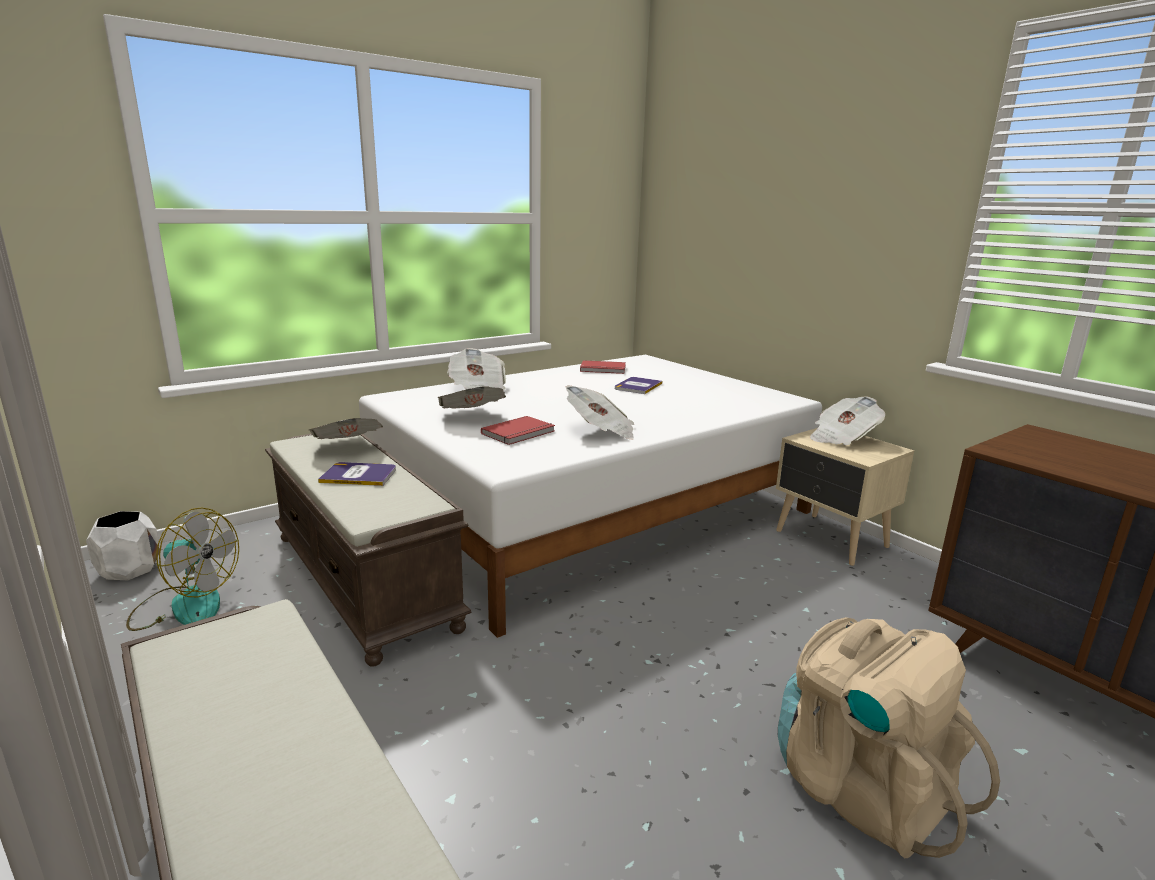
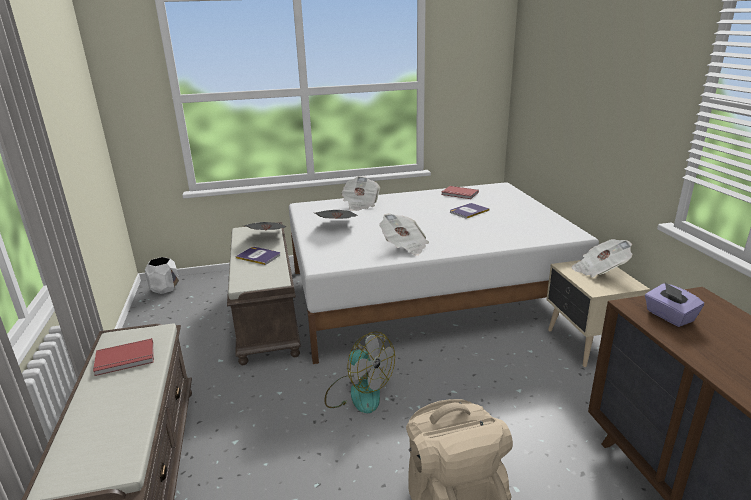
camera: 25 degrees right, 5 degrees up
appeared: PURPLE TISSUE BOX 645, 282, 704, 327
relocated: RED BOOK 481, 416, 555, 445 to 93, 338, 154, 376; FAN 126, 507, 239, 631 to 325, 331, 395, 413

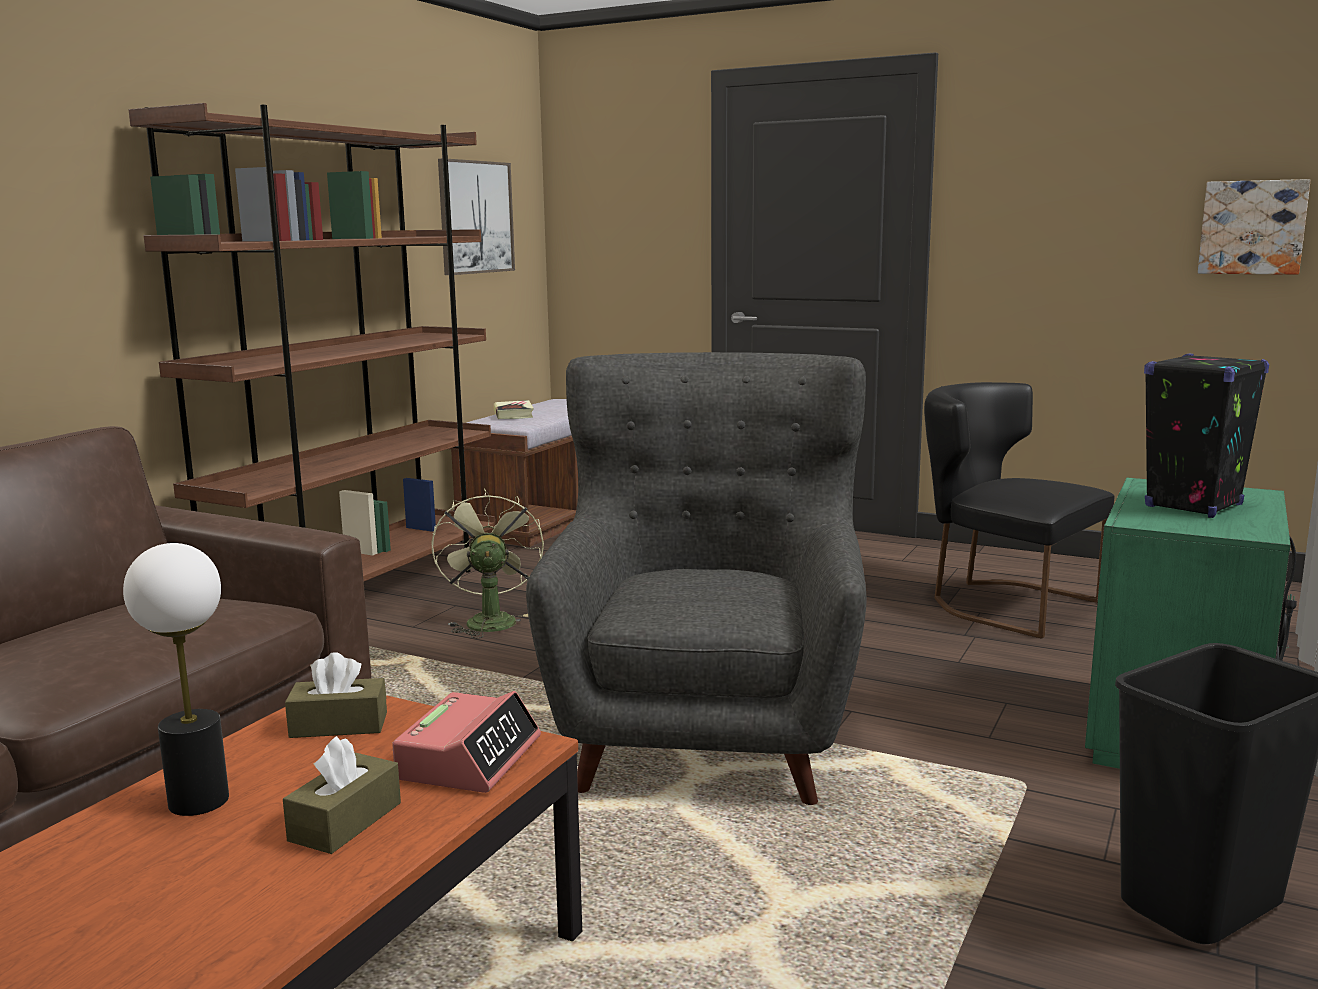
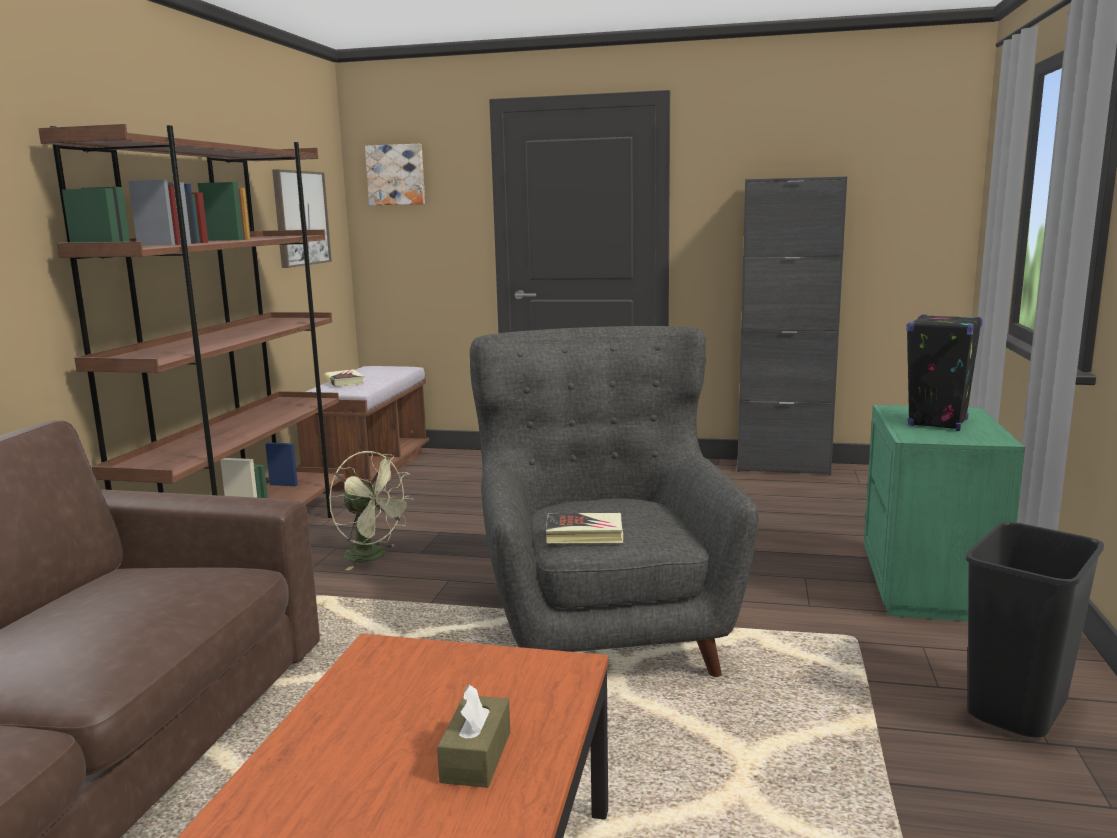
camera: 15 degrees left, 0 degrees up
missing: TABLE LAMP 123, 543, 229, 816; BROWN TISSUE BOX 285, 652, 387, 738; ALARM CLOCK 392, 691, 541, 793; BLACK CHAIR 924, 382, 1114, 638
appeared: BOOK 546, 513, 623, 543; BLACK CABINET 737, 176, 847, 475
relocated: PICTURE 1198, 179, 1311, 275 to 365, 144, 425, 205
spun: GREEN FAN 432, 489, 544, 639 = 329, 451, 414, 570 150 degrees clockwise

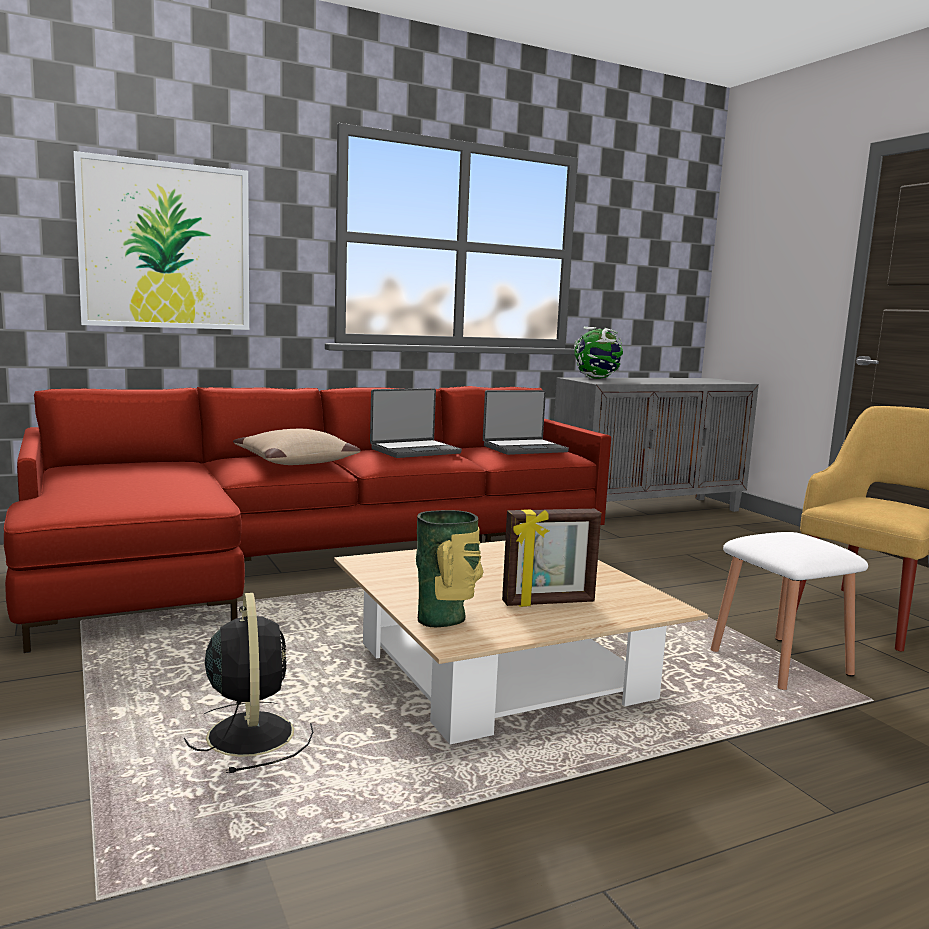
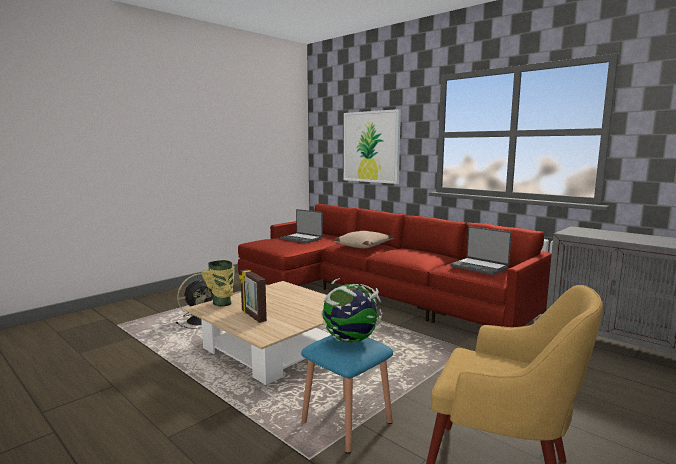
camera: 70 degrees right, 0 degrees up
relocated: LAPTOP 370, 388, 462, 458 to 280, 209, 323, 243; GLOBE 574, 327, 623, 379 to 321, 278, 382, 343
colour: WHITE STOOL 711, 532, 868, 690 to BLUE STOOL 301, 335, 393, 454

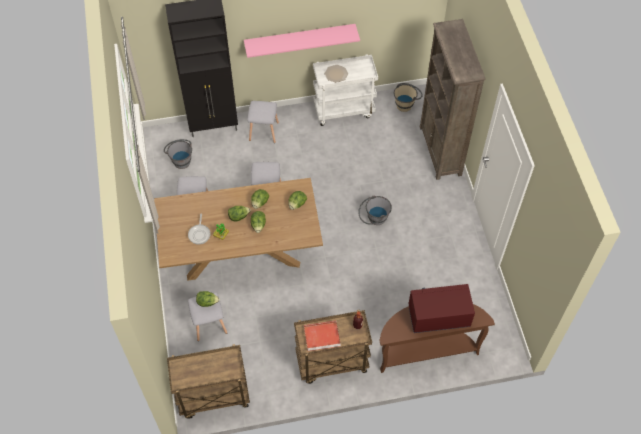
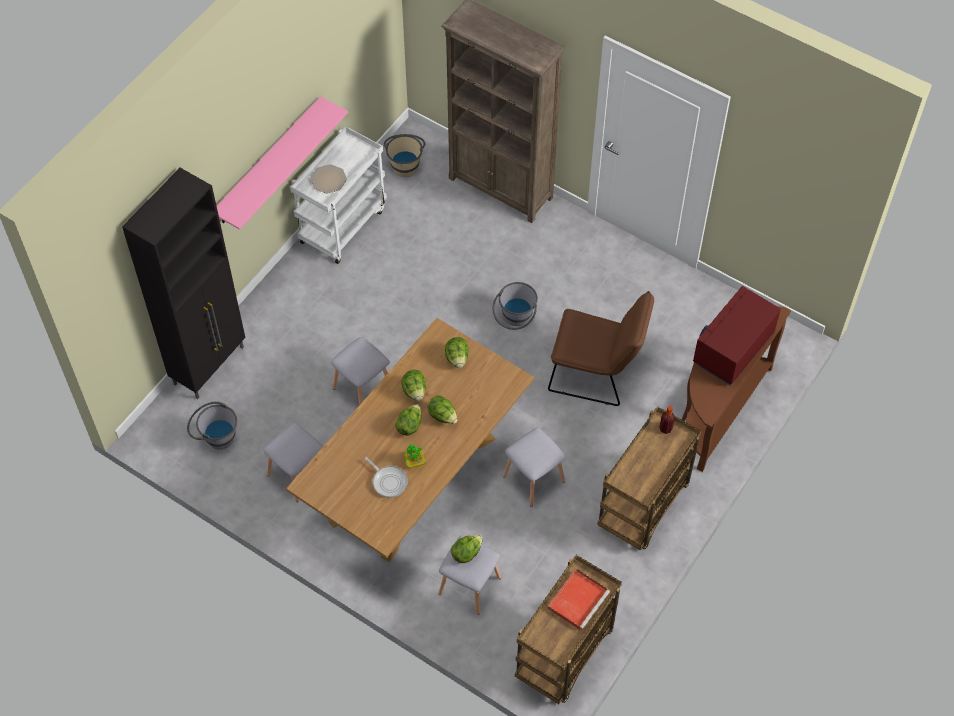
camera: 45 degrees left, 0 degrees up
appeared: BROWN CHAIR 548, 291, 654, 406
relocated: GREY STOOL 247, 101, 279, 143 to 503, 428, 566, 507; RED TRAY 304, 321, 341, 351 to 547, 569, 610, 630

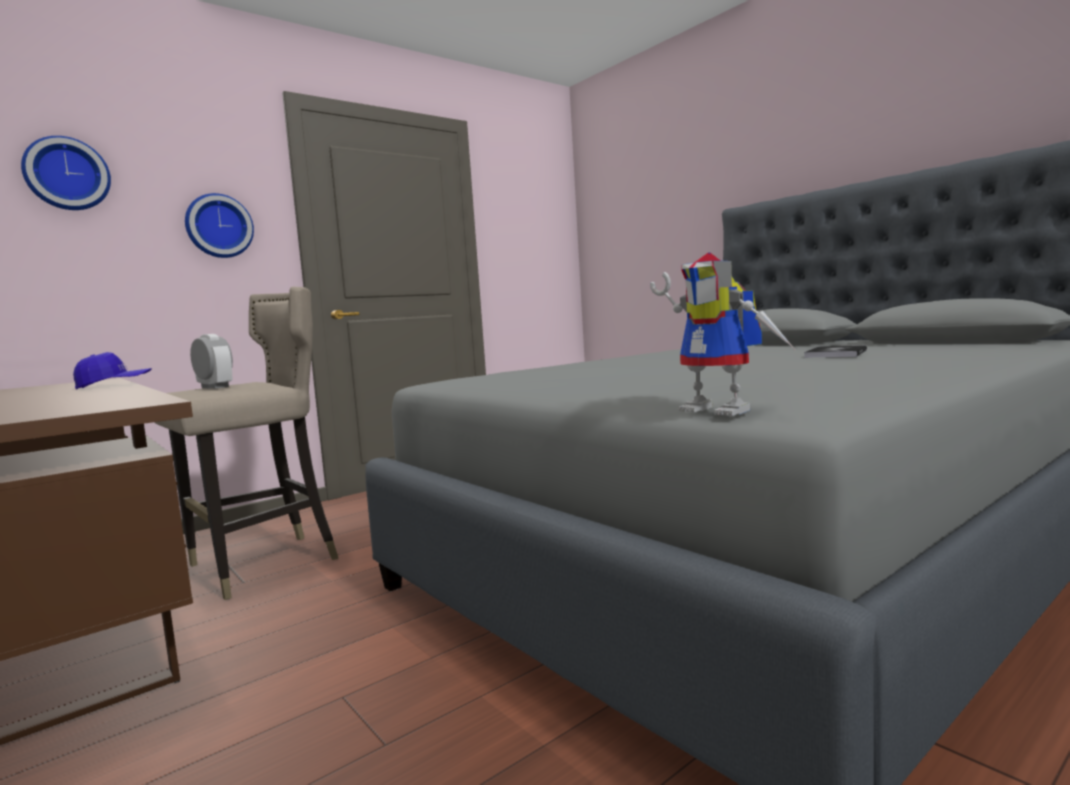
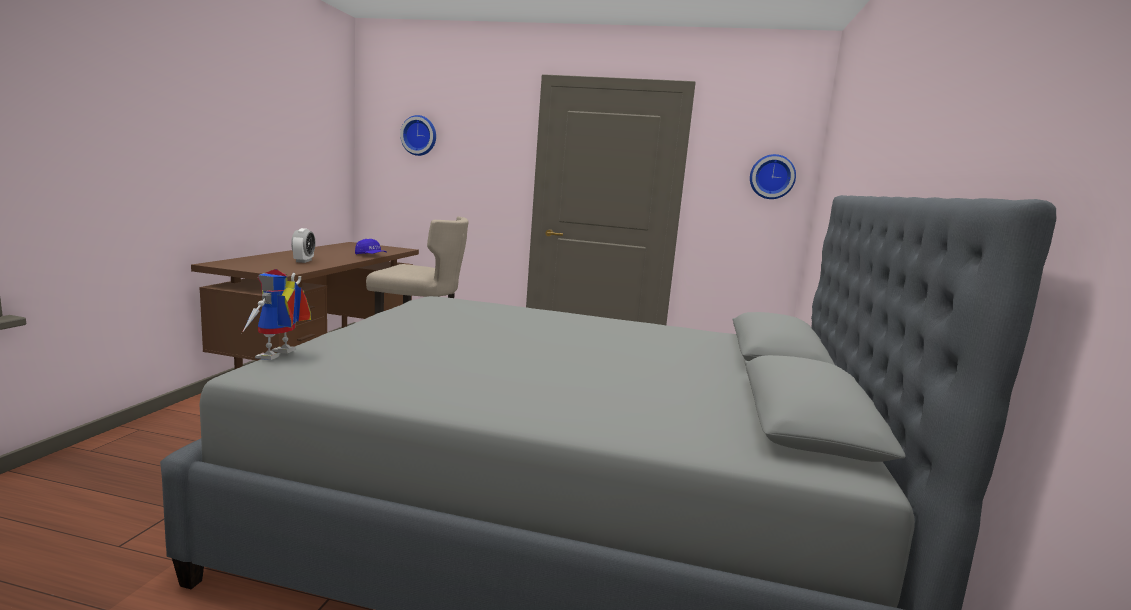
camera: 50 degrees right, 5 degrees up
missing: BOOK 804, 345, 867, 358
relocated: ALARM CLOCK 190, 334, 233, 389 to 291, 228, 316, 263; WALL CLOCK 185, 193, 254, 258 to 750, 154, 796, 199

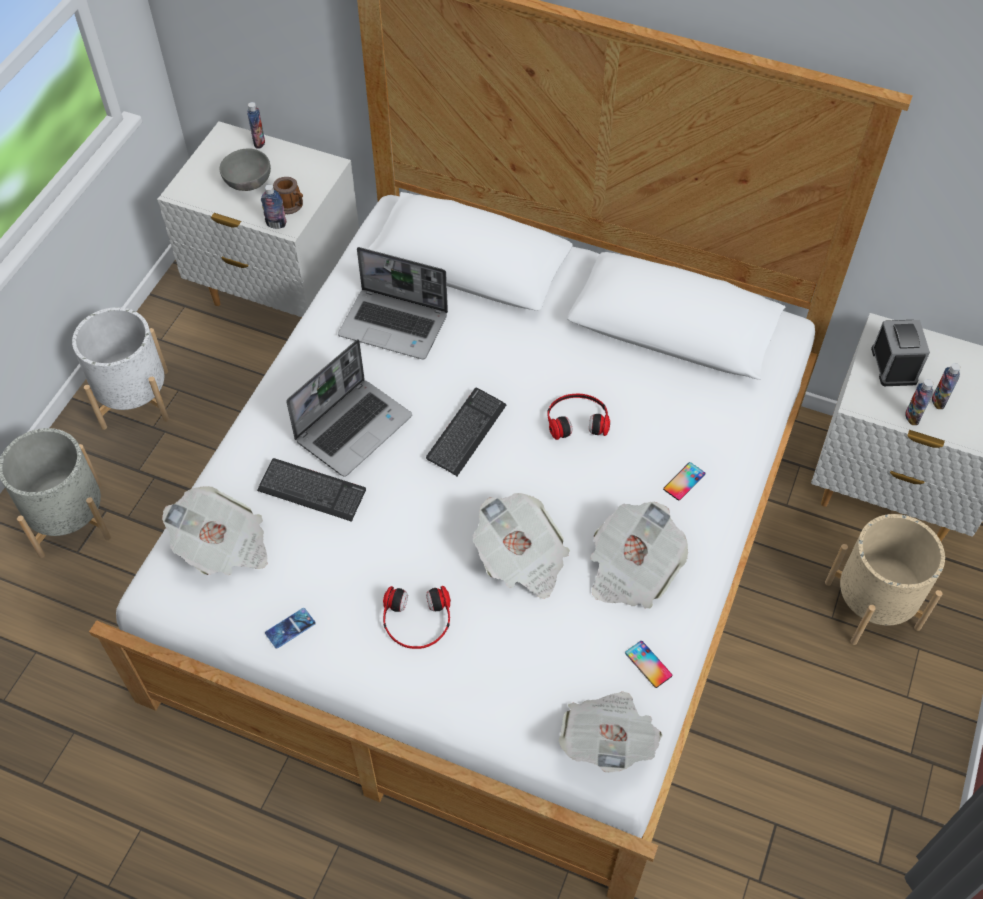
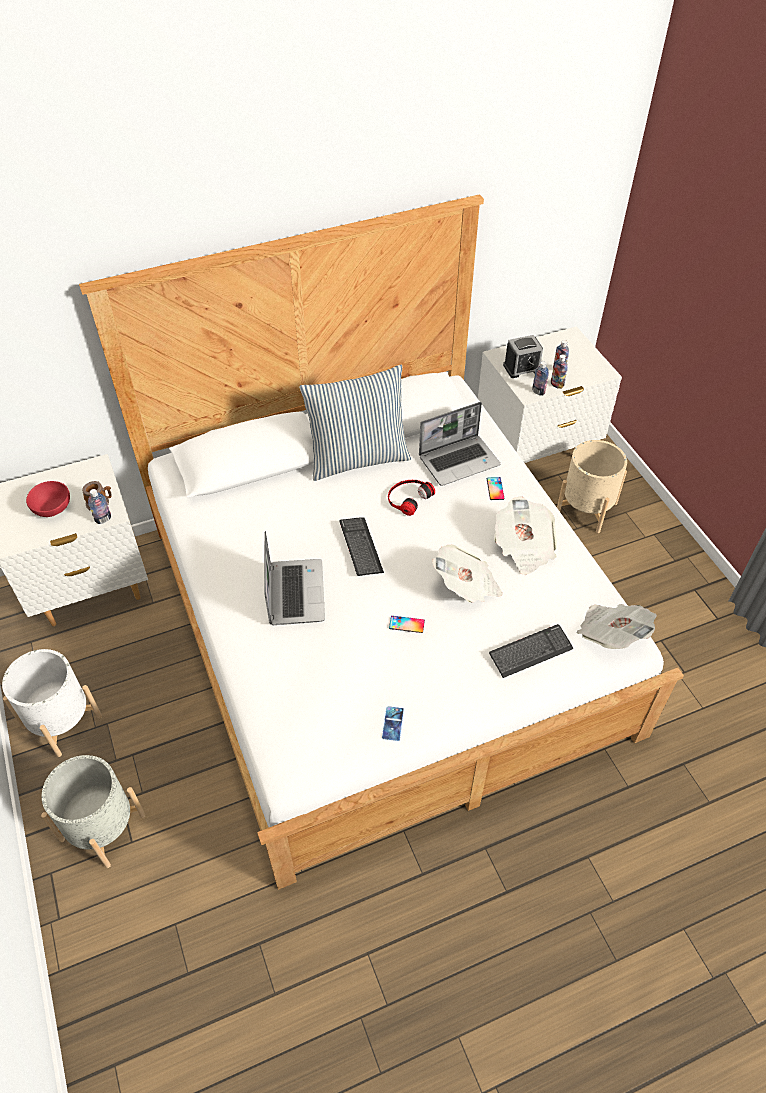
camera: 45 degrees left, 5 degrees down
missing: NEWSPAPER 162, 486, 268, 575; HEADPHONES 383, 586, 451, 649
appeared: PILLOW 299, 365, 411, 481
relocated: PHONE 625, 641, 672, 688 to 389, 616, 425, 633; LAPTOP 338, 247, 448, 359 to 419, 402, 500, 486; KEYBOARD 257, 458, 366, 522 to 489, 624, 574, 678; BOTTLE 247, 102, 265, 149 to 532, 361, 549, 396
colour: GREY BOWL 220, 149, 271, 191 to RED BOWL 26, 481, 70, 517
spun: ALARM CLOCK 871, 320, 930, 386 = 503, 335, 543, 378 120 degrees clockwise

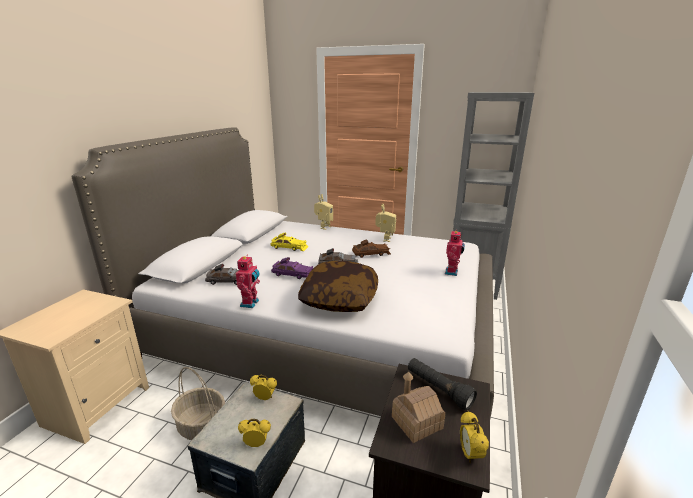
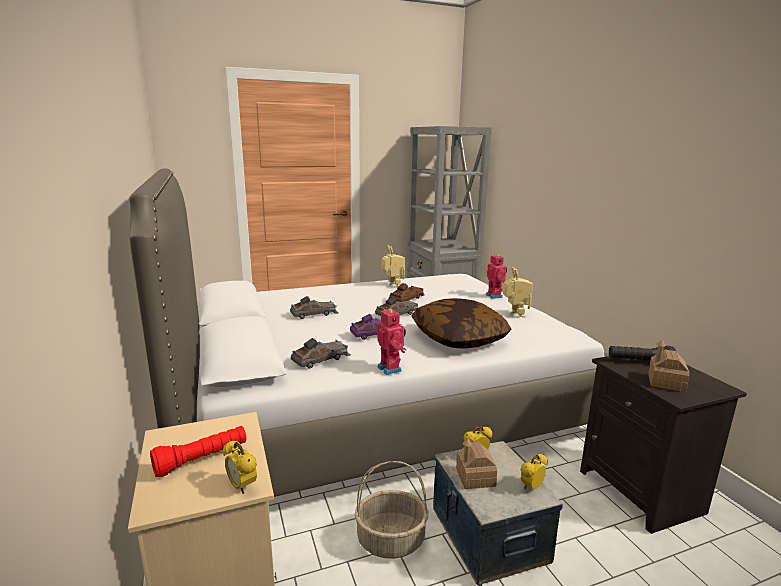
camera: 40 degrees left, 5 degrees down
appeared: RED FLASHLIGHT 150, 426, 246, 477; TOY HOUSE 456, 439, 497, 489
relocated: ALARM CLOCK 460, 411, 489, 463 to 223, 440, 257, 494; TOY ROBOT 314, 194, 333, 230 to 503, 267, 533, 318
colour: YELLOW TOY CAR 271, 233, 309, 251 to GREY TOY CAR 290, 296, 339, 319

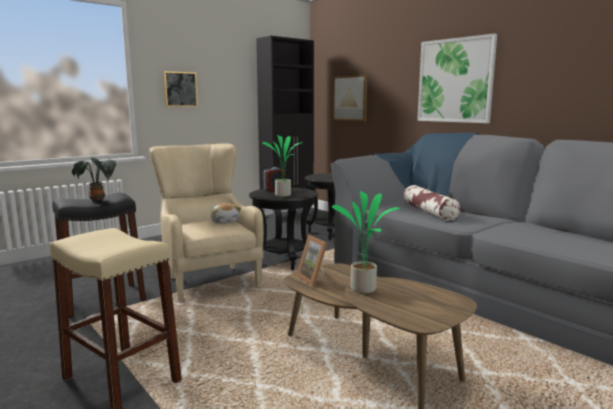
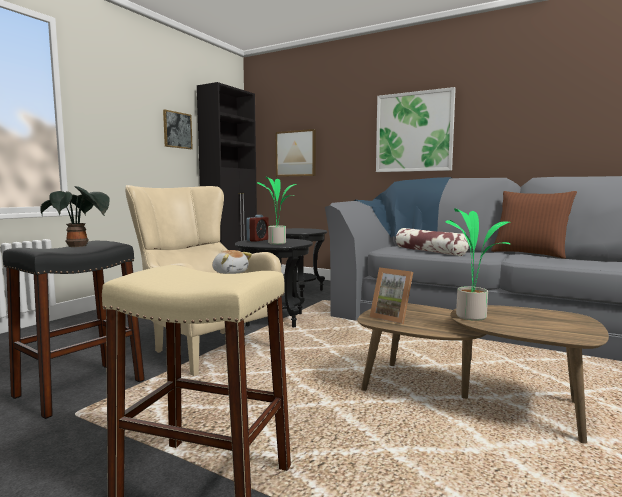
camera: 20 degrees left, 5 degrees down
appeared: BROWN PILLOW 491, 191, 577, 259
relocated: PICTURE 163, 71, 198, 107 to 163, 110, 193, 149

